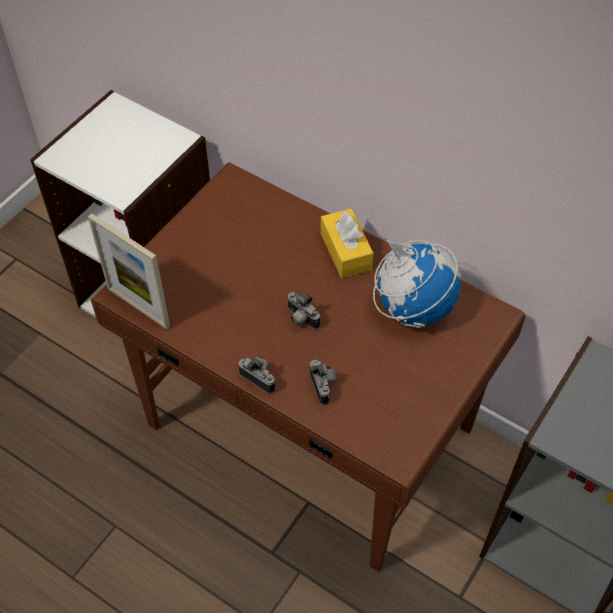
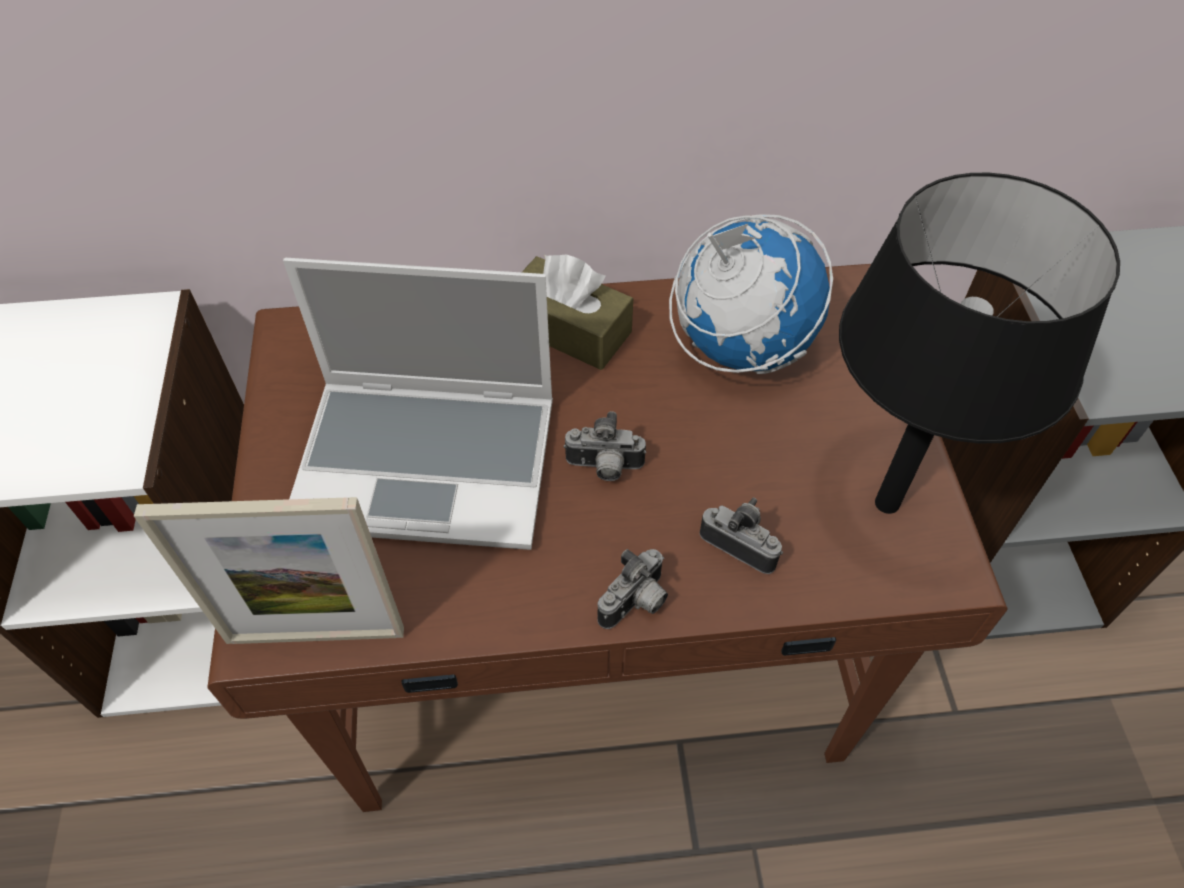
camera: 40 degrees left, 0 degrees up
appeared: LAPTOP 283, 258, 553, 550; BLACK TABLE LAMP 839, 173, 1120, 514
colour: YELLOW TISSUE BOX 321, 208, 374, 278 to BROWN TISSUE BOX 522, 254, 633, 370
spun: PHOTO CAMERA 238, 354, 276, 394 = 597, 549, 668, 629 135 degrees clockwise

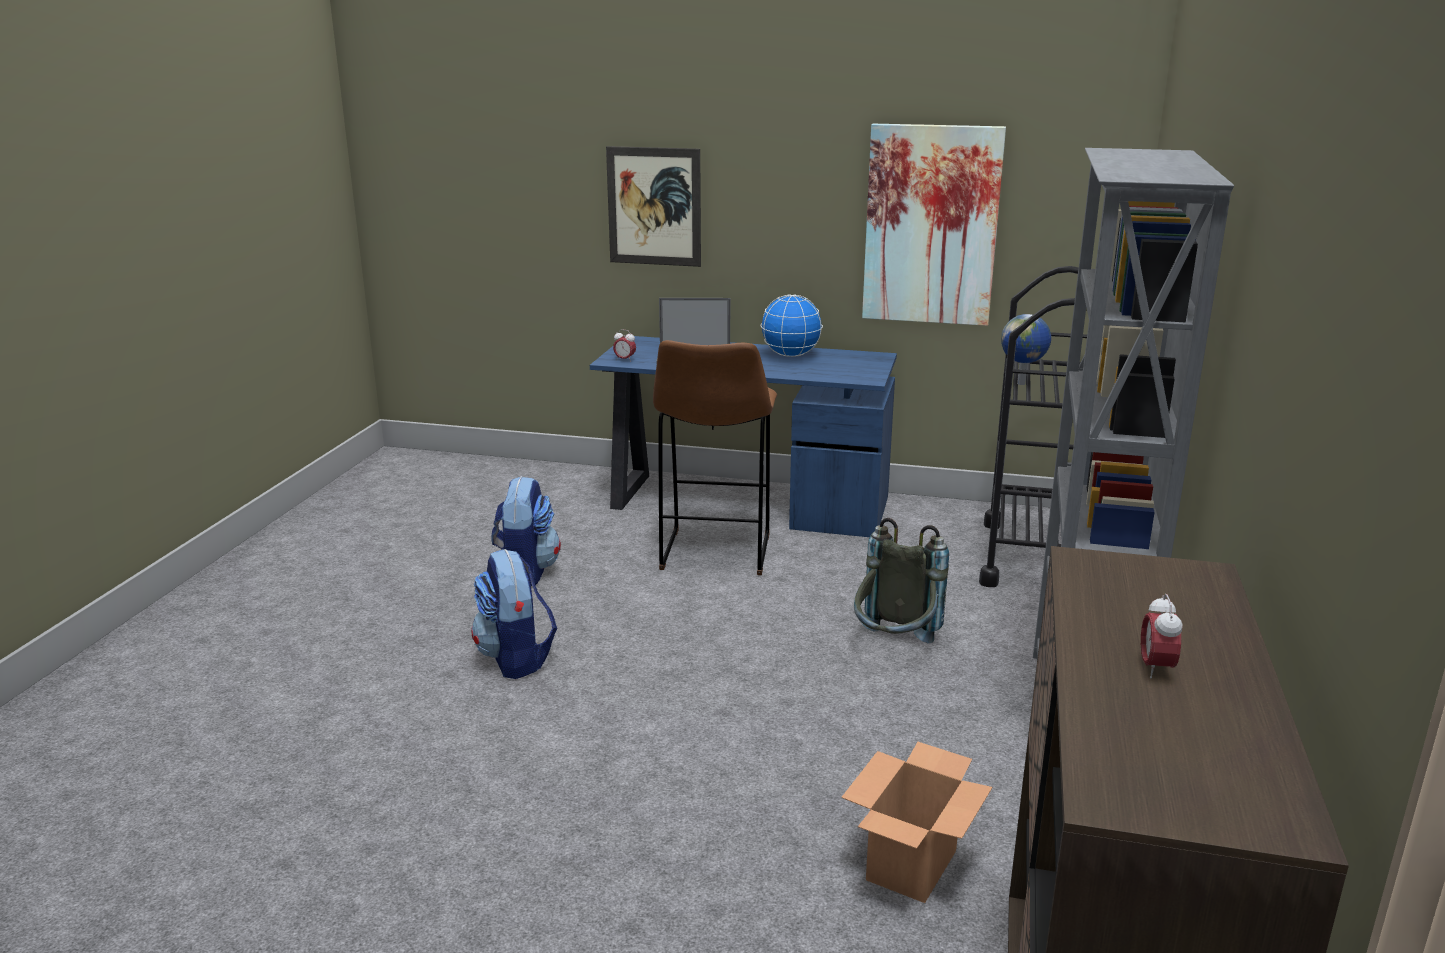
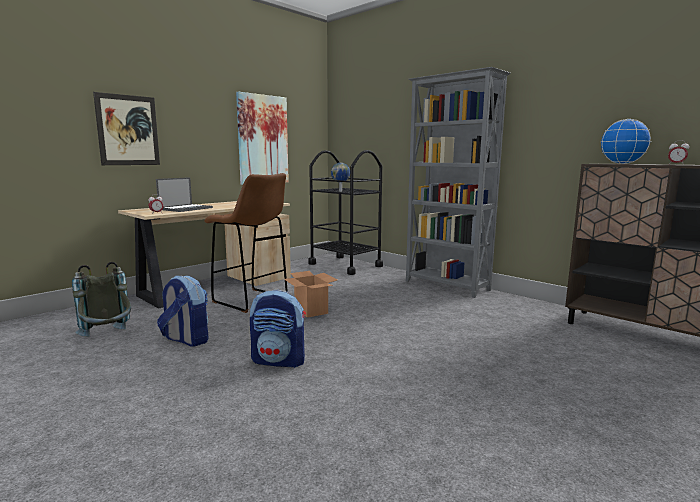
camera: 60 degrees left, 10 degrees down
relocated: GREY BACKPACK 854, 518, 949, 643 to 72, 262, 131, 337; CARDBOARD BOX 841, 742, 992, 903 to 284, 271, 337, 318; GLOBE 760, 294, 823, 357 to 601, 119, 652, 164
colour: BLUE DESK 590, 336, 897, 537 to BEIGE DESK 118, 201, 291, 309

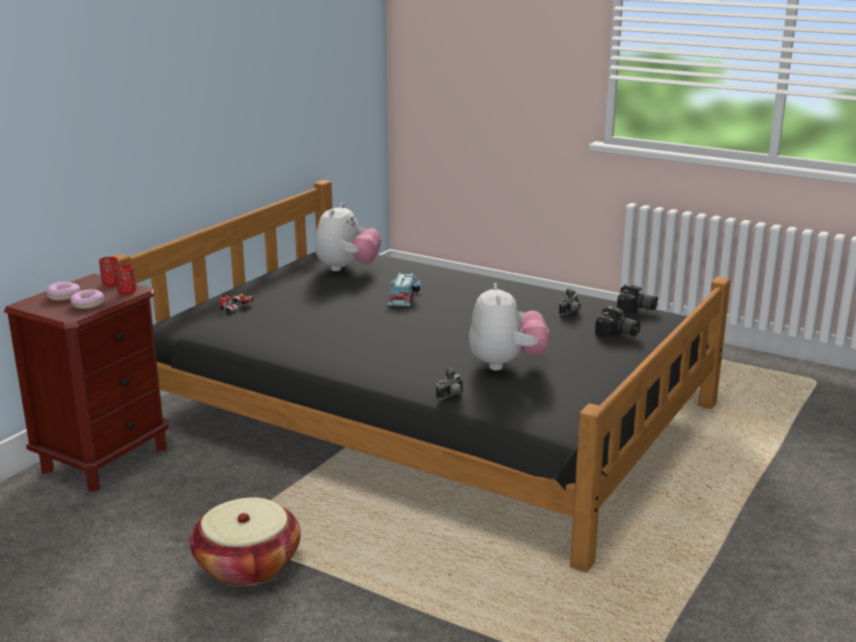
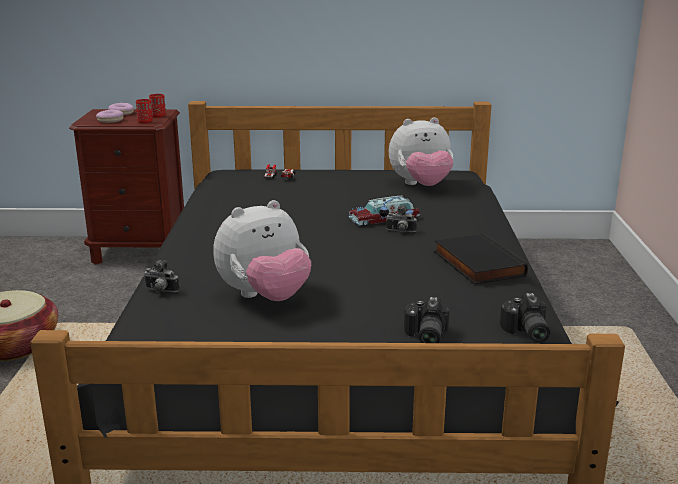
camera: 60 degrees right, 0 degrees up
appeared: BLACK BOOK 434, 233, 528, 285
relocated: PHOTO CAMERA 559, 289, 581, 315 to 386, 205, 417, 232

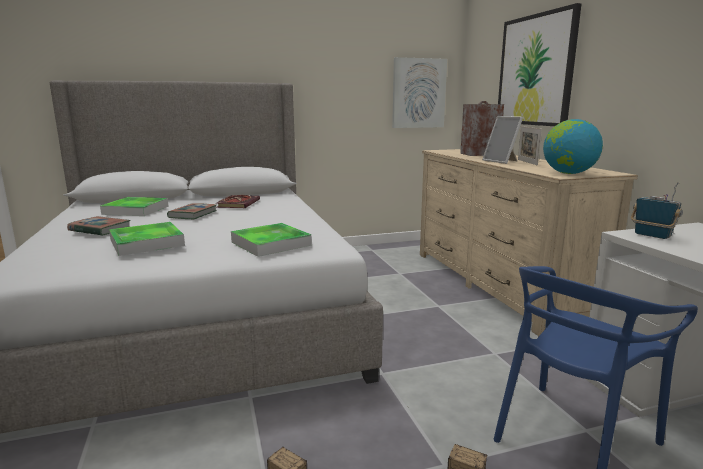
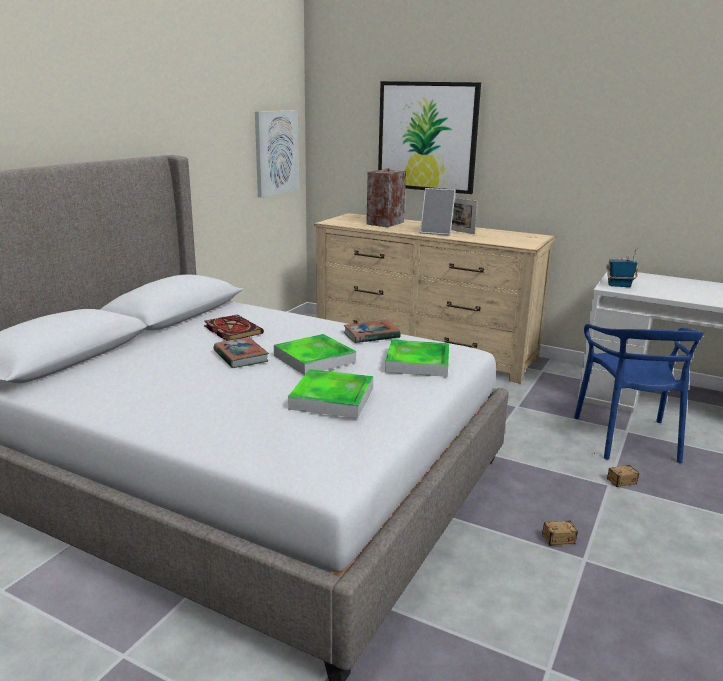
camera: 45 degrees left, 5 degrees up
missing: GLOBE 543, 119, 603, 174
relocated: TRAY 100, 197, 169, 216 to 274, 334, 356, 375; BOOK 67, 216, 131, 236 to 344, 320, 401, 343

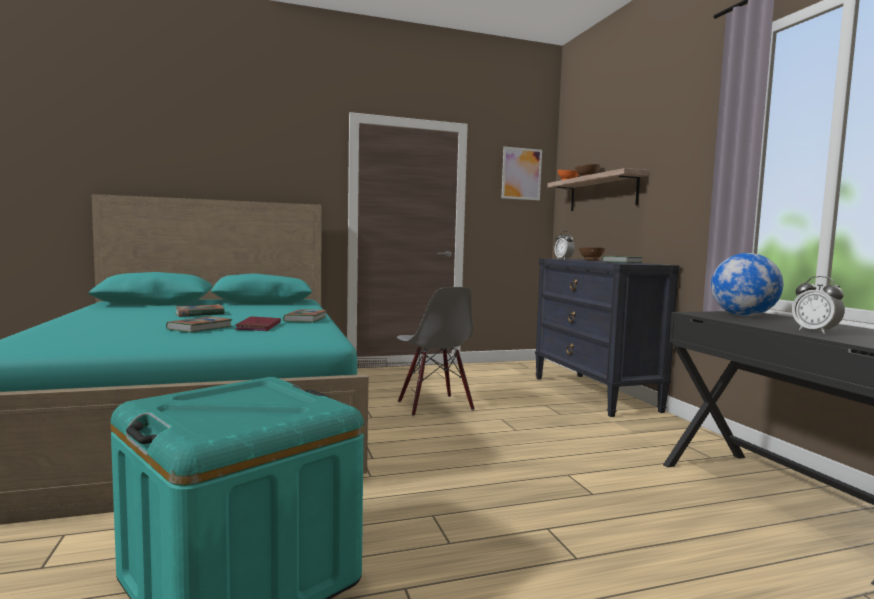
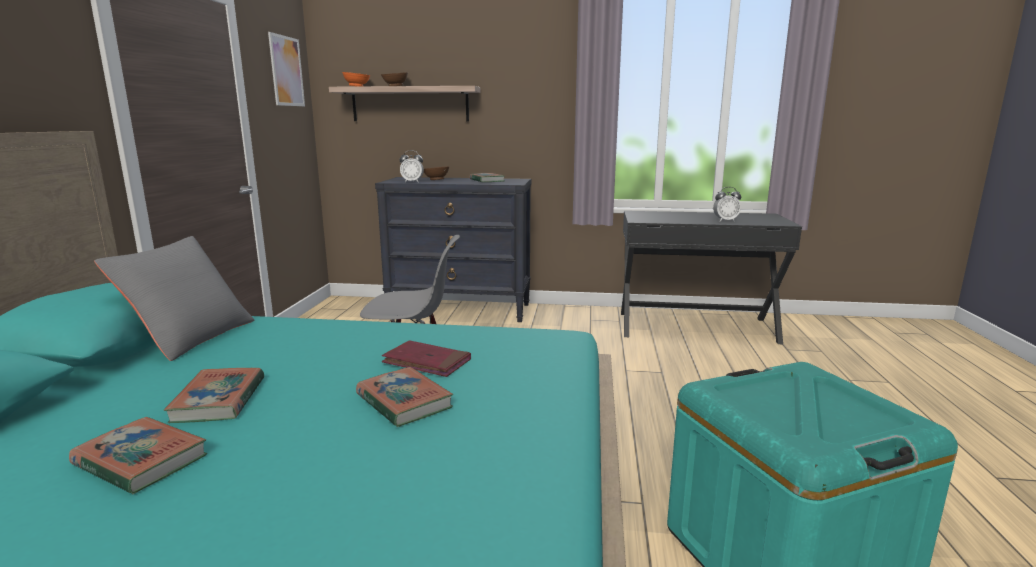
camera: 65 degrees left, 10 degrees up
missing: GLOBE 711, 253, 783, 316
appeared: GREY PILLOW 94, 236, 255, 361
relocated: BOOK 283, 309, 327, 322 to 69, 417, 207, 494

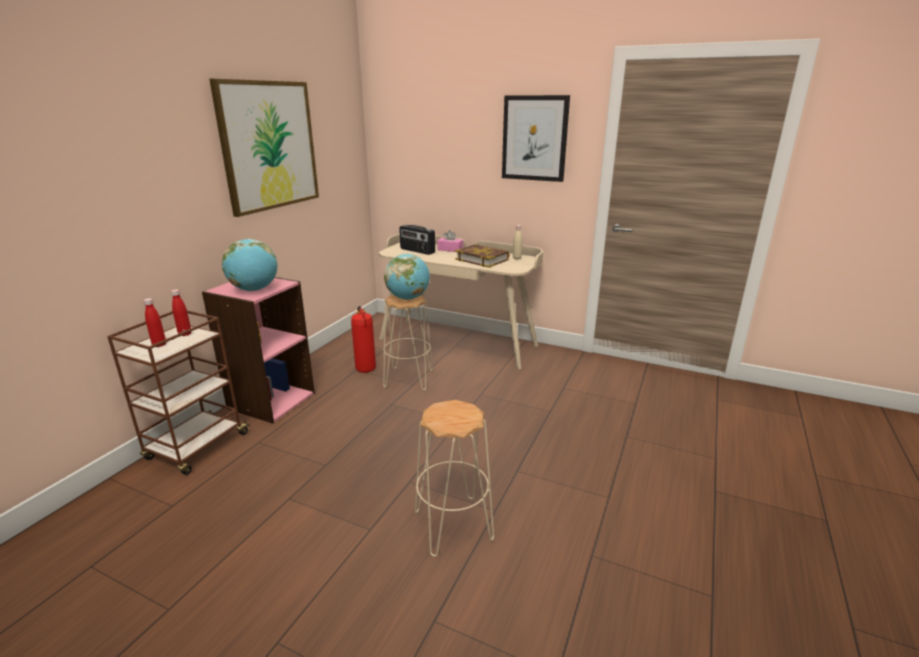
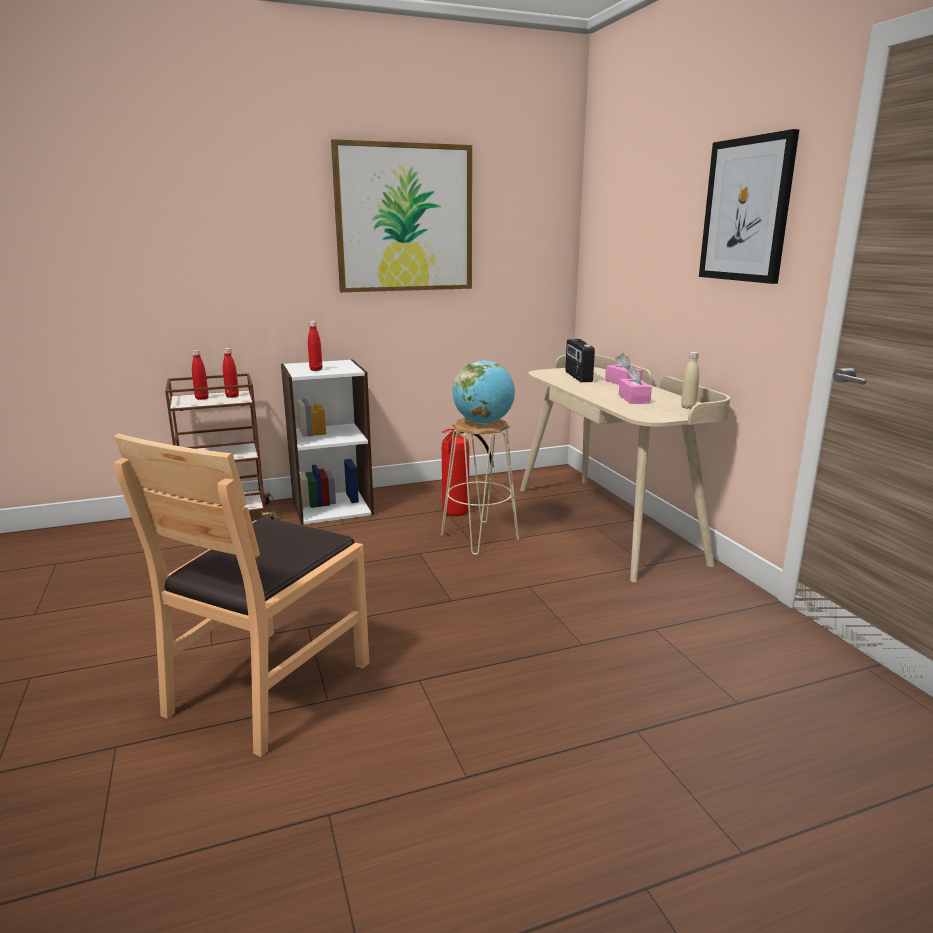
camera: 45 degrees right, 5 degrees down
exchanged: BEIGE STOOL 415, 400, 494, 557 to BROWN CHAIR 114, 433, 369, 757; GLOBE 222, 239, 277, 291 to RED BOTTLE 308, 321, 322, 371; BOOK 455, 244, 510, 268 to PINK TISSUE BOX 619, 366, 652, 404
colour: PINK BOOKCASE 202, 277, 315, 424 to WHITE BOOKCASE 281, 359, 374, 525

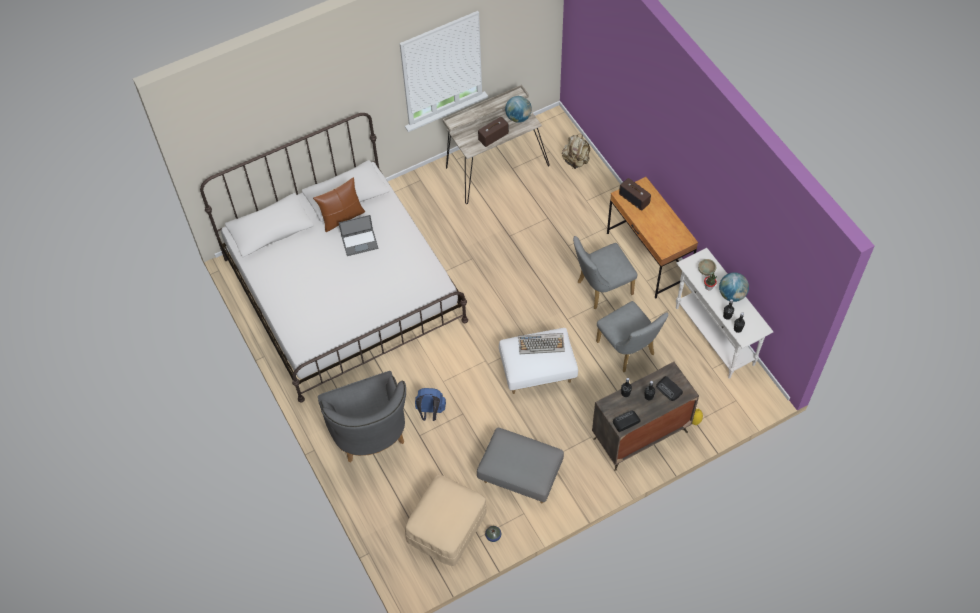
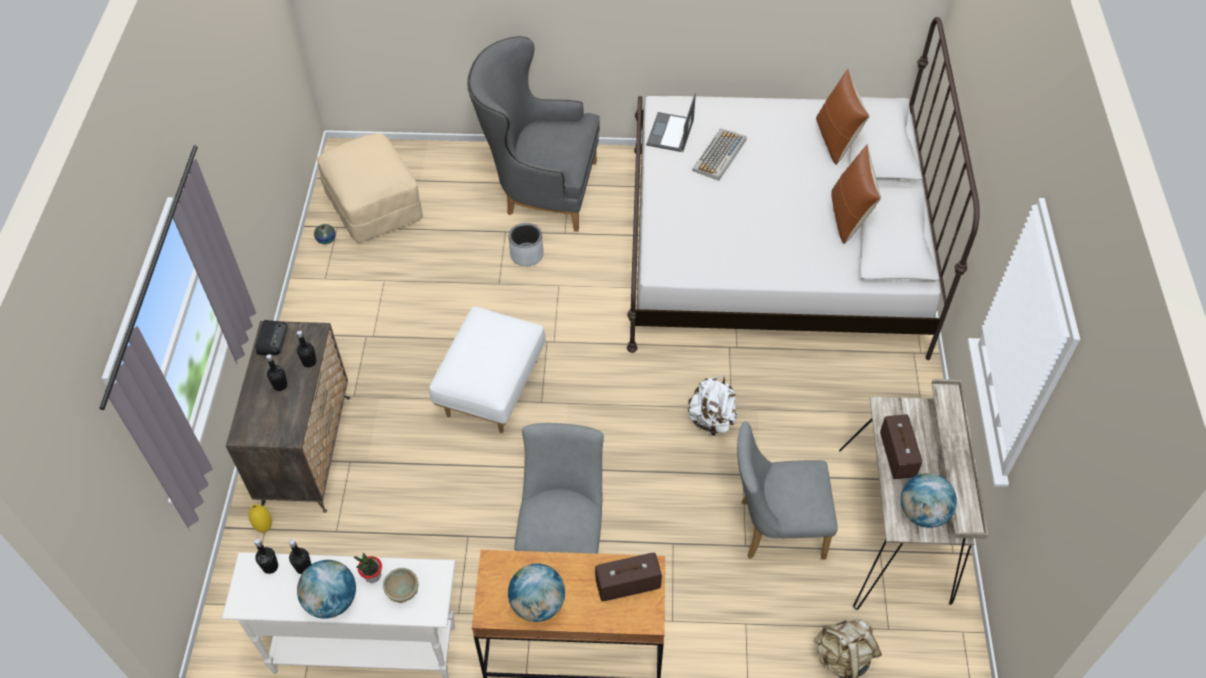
camera: 120 degrees right, 5 degrees down
missing: GREY OTTOMAN 477, 428, 564, 504; RADIO 656, 376, 683, 401
appeared: GLOBE 508, 563, 565, 622; WHITE BACKPACK 688, 375, 738, 436; BROWN PILLOW 816, 69, 869, 165
relocated: LAPTOP 339, 215, 379, 256 to 646, 93, 696, 152; KEYBOARD 518, 333, 565, 354 to 692, 128, 747, 181; GREY CHAIR 596, 301, 668, 372 to 737, 421, 838, 560
exchanged: BLUE BACKPACK 415, 388, 446, 421 to GREY PLANTER 509, 223, 544, 266

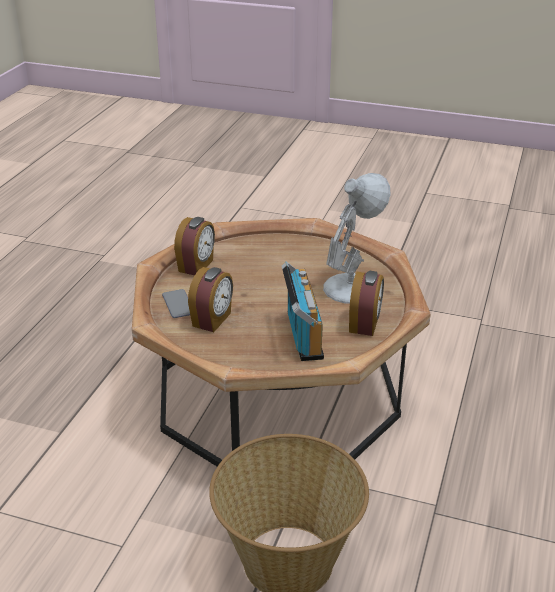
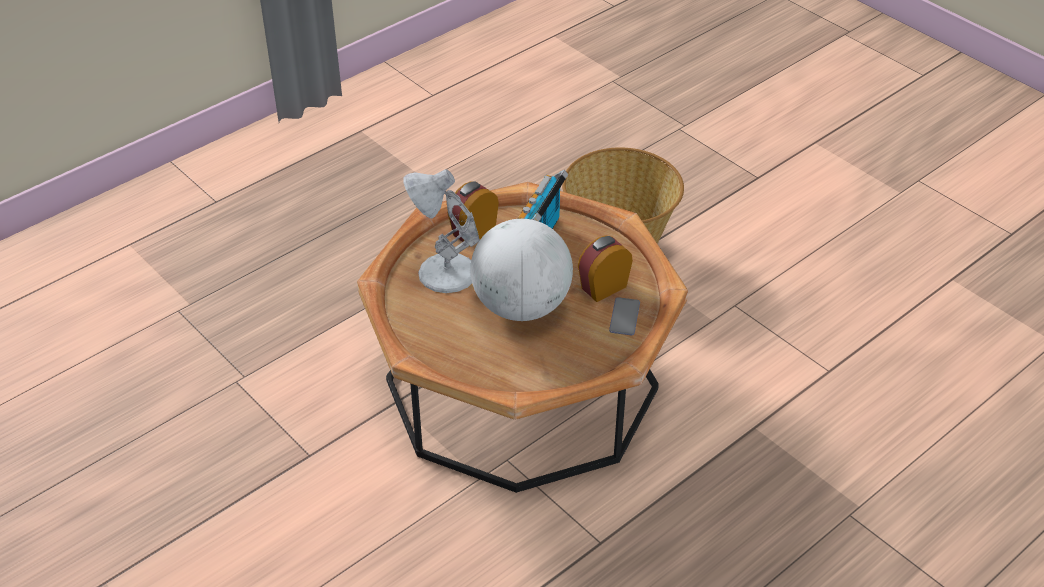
camera: 150 degrees left, 10 degrees up
missing: ALARM CLOCK 174, 217, 215, 276
appeared: GLOBE 470, 219, 573, 321

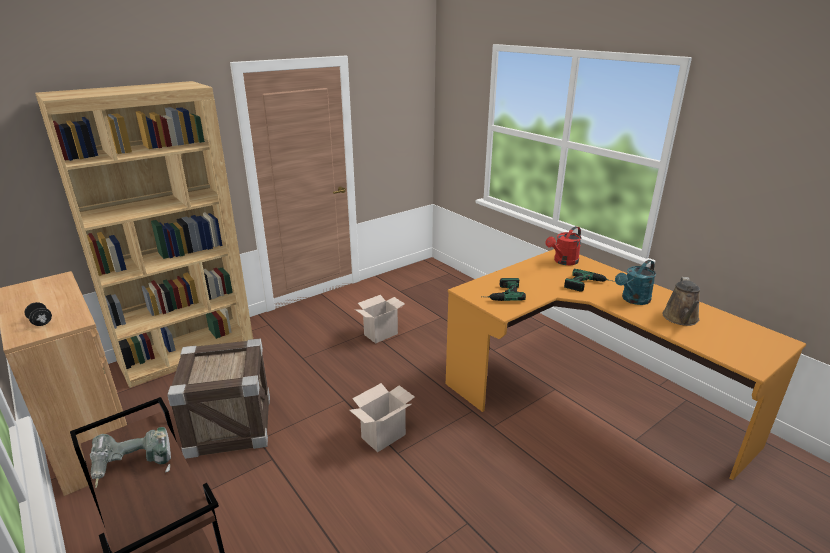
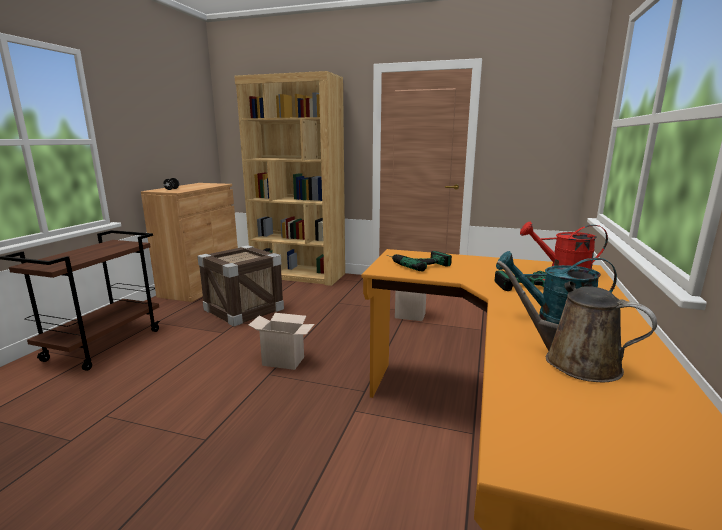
camera: 55 degrees right, 10 degrees down
missing: POWER DRILL 90, 427, 171, 488
spun: BROWN WATERING CAN 662, 277, 700, 326 = 497, 261, 657, 382 60 degrees clockwise

